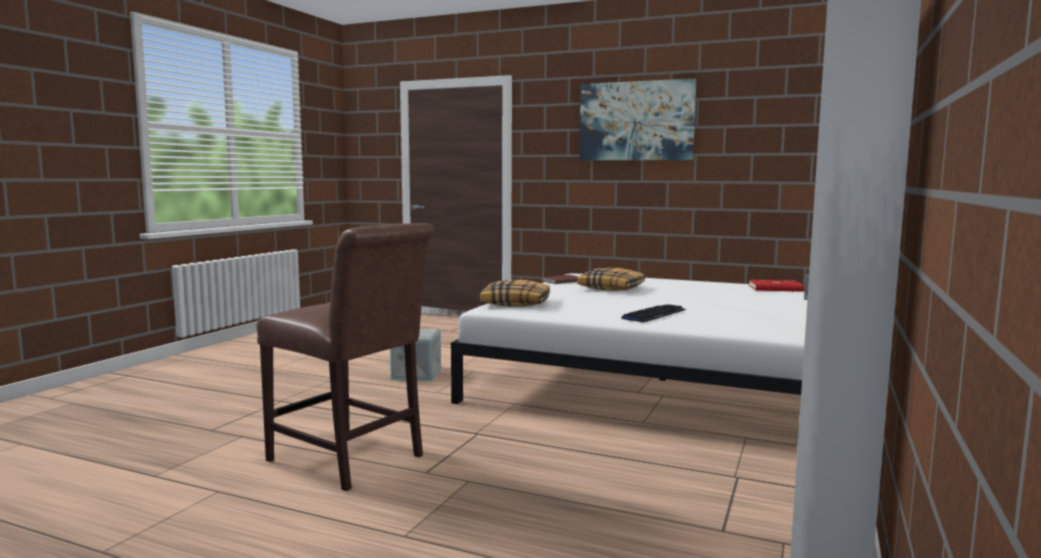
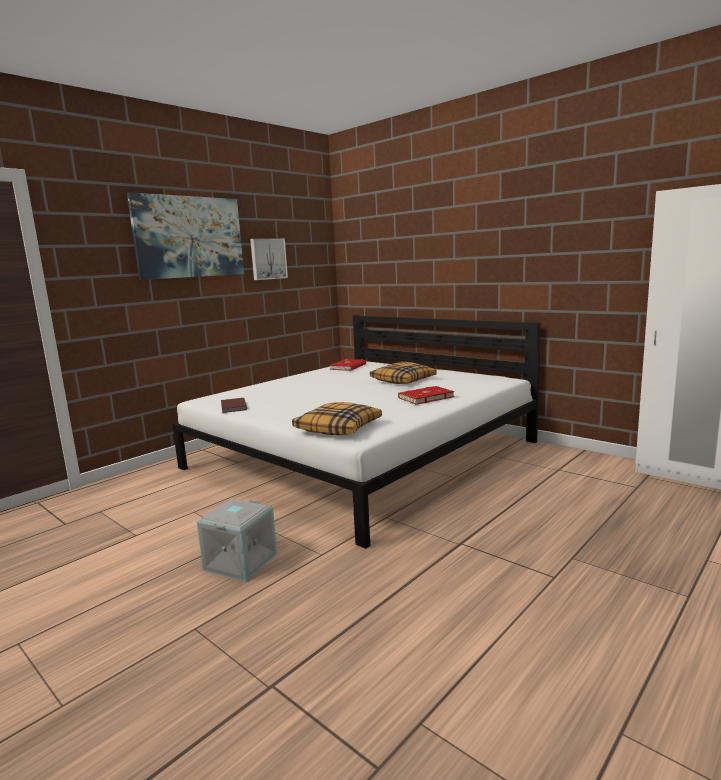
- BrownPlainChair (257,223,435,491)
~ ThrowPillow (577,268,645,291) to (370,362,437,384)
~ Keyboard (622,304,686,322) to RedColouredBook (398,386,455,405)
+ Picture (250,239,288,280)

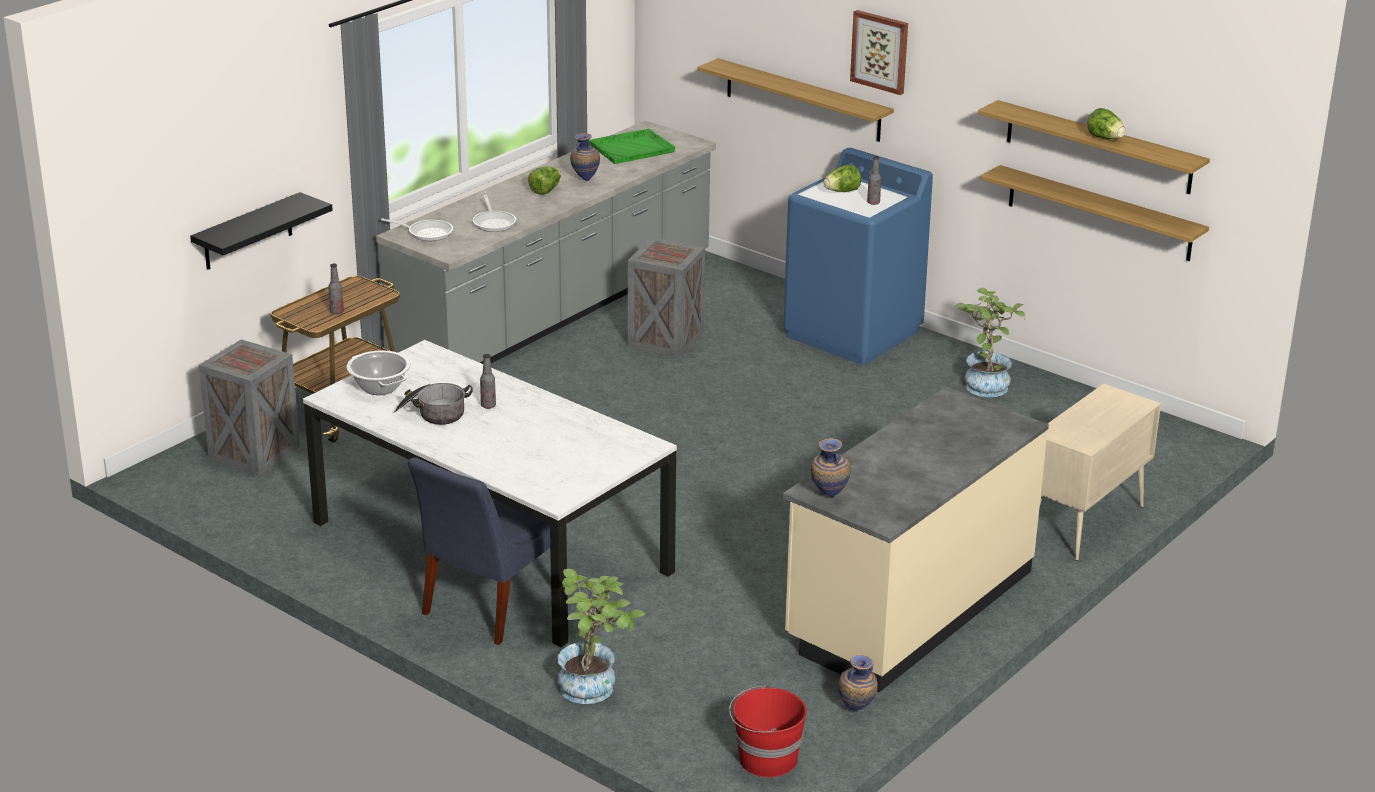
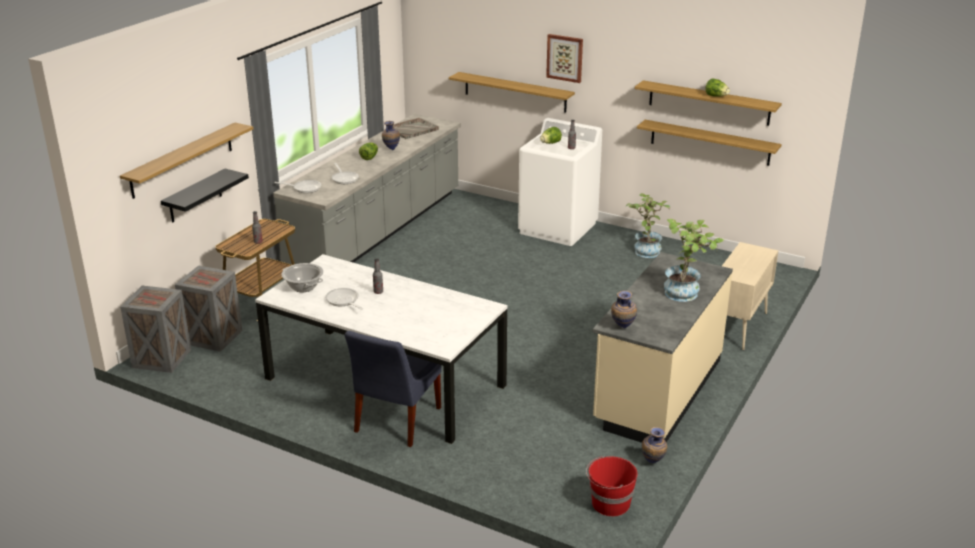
~ CookingPot (394,383,473,425) to FryingPan (325,288,363,310)
~ Houseplant (558,569,646,704) to (664,219,724,302)
~ GreenishServingTray (590,129,675,164) to GreyishServingTray (393,118,439,139)
~ ShippingCrate (628,238,705,358) to (120,286,191,373)
~ BlueColouredWashingMachine (783,148,933,365) to WhiteColouredWashingMachine (518,118,602,246)
+ WallShelf (120,123,253,199)

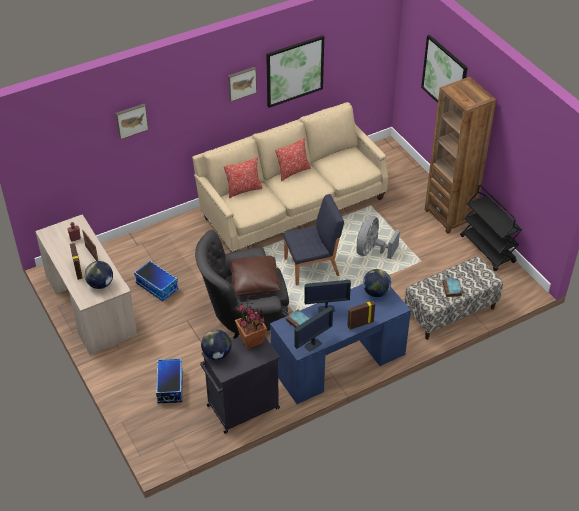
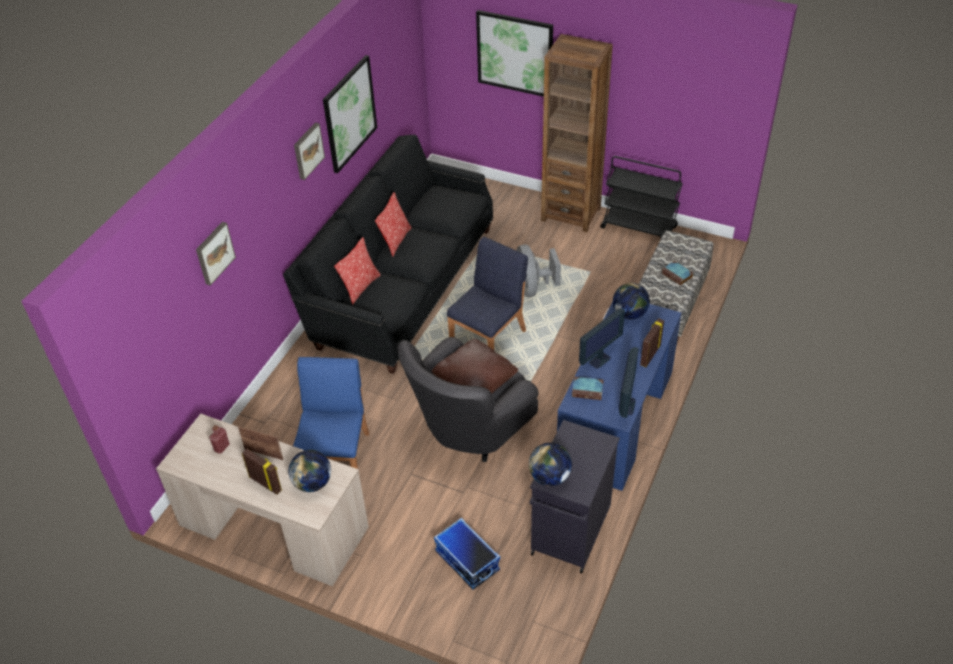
~ StorageBox (134,260,178,301) to BlueColouredPlainChair (293,357,369,469)
~ BeigeColouredCouch (192,102,388,252) to BlackishCouch (283,134,493,374)
- Houseplant (235,297,267,349)

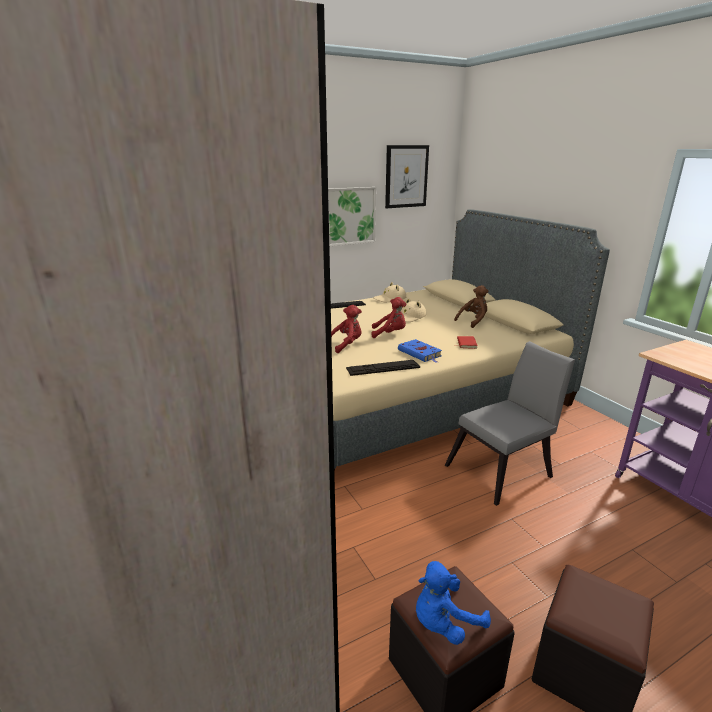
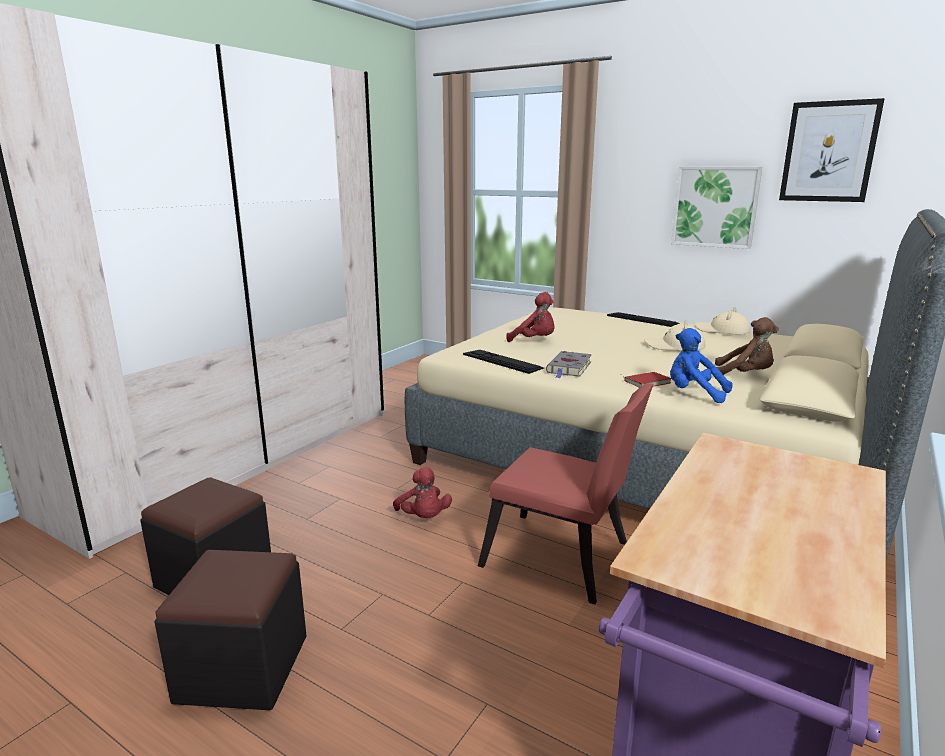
~ RedColouredPlushToy (371,297,407,338) to (393,467,452,518)
~ BlueColouredBook (398,339,442,363) to GreyishBook (546,351,592,378)
~ BlueColouredPlushToy (416,561,491,645) to (670,328,733,403)
~ GreyishPlainChair (445,341,575,506) to RedColouredPlainChair (478,383,653,605)

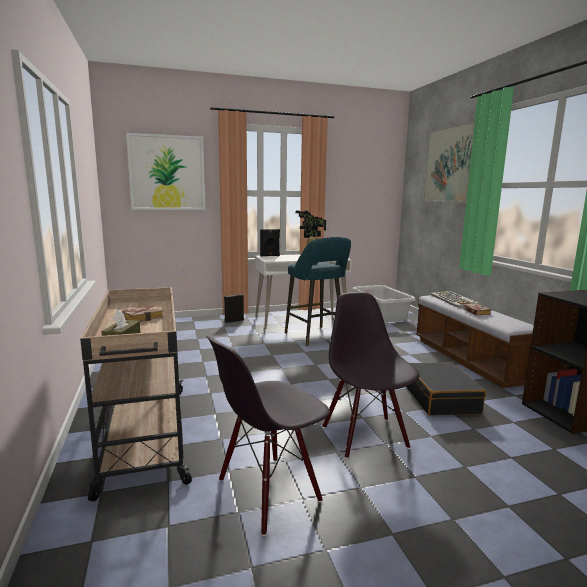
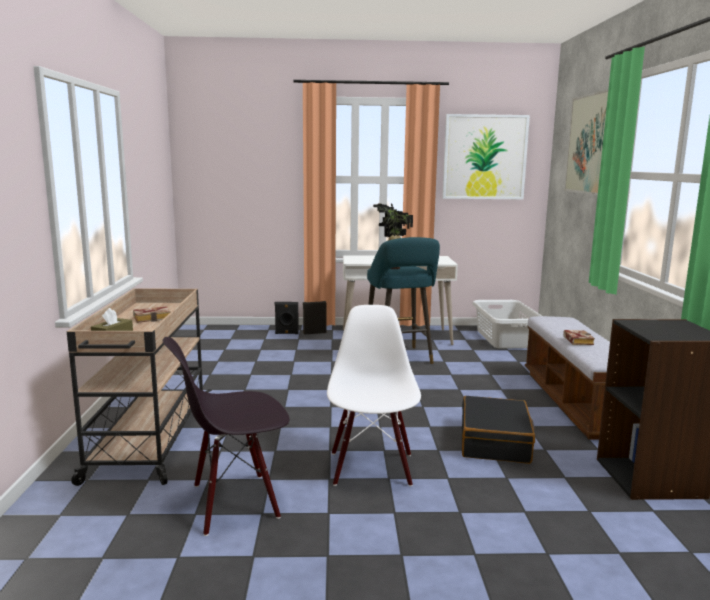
~ Picture (126,133,205,210) to (442,114,530,199)
~ BlackishAudioSpeaker (260,229,280,257) to (275,302,299,334)
~ BlackishPlainChair (323,292,419,459) to WhiteColouredPlainChair (327,305,421,486)
- Keyboard (431,291,480,308)

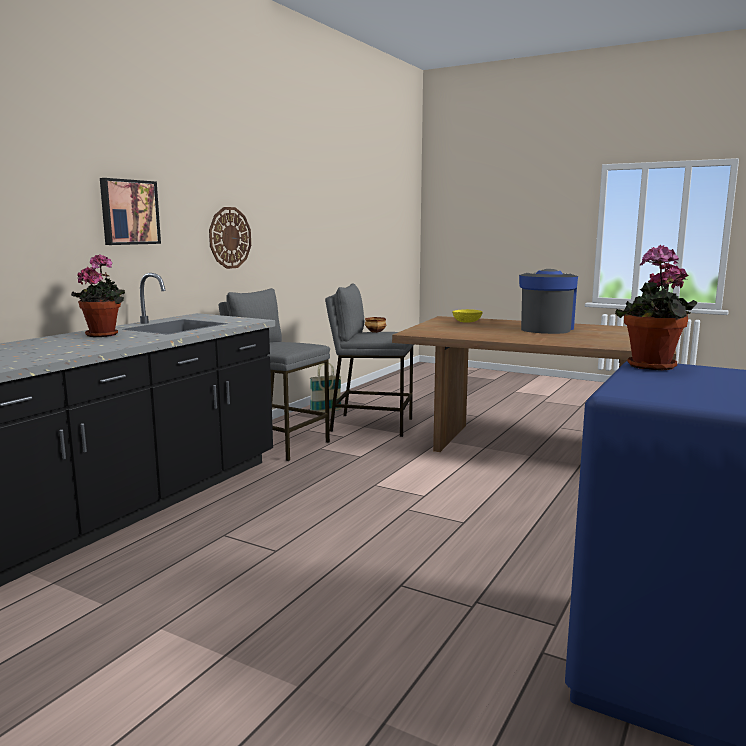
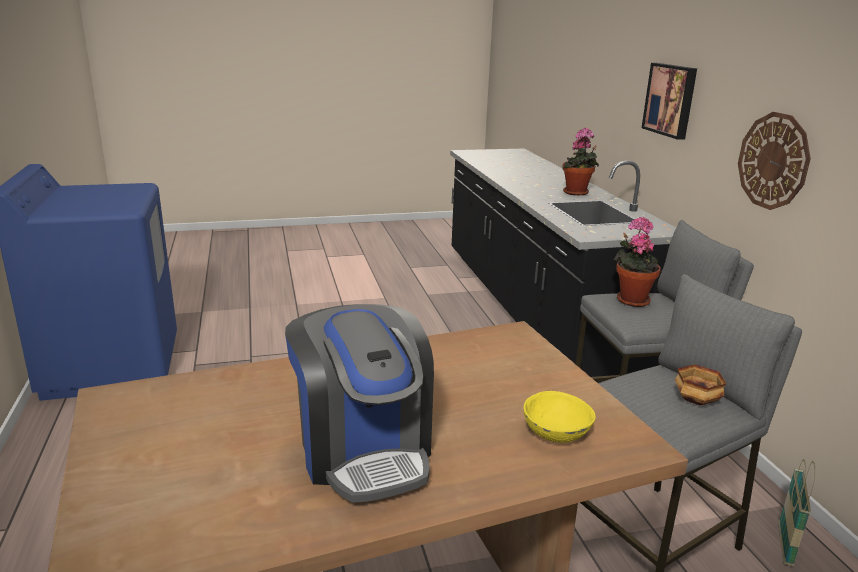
~ Houseplant (615,245,697,371) to (614,217,660,307)

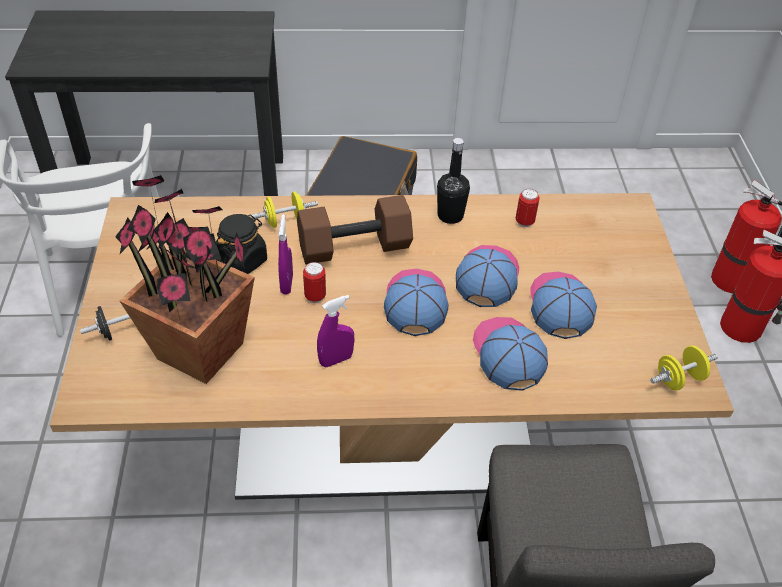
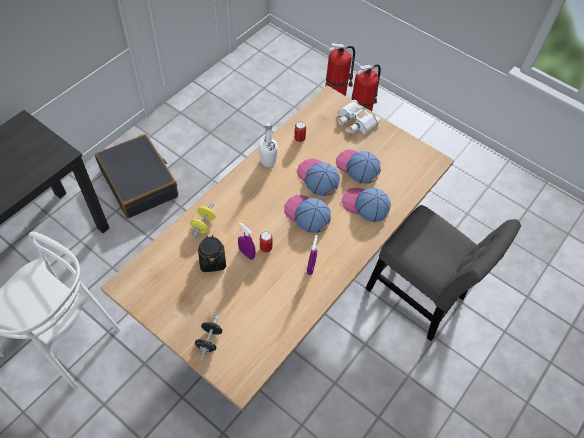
- Houseplant (115,175,255,384)
- BrownFreeWeight (297,195,413,264)
~ BlackishBeverageBottle (437,138,470,224) to WhiteColouredBeverageBottle (259,122,278,167)
- YellowFreeWeight (650,346,718,391)
+ WhiteColouredFieldGlasses (338,100,381,134)

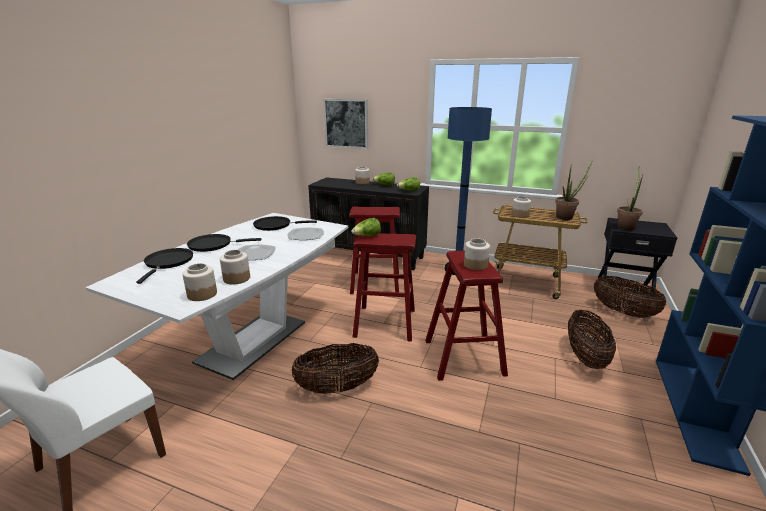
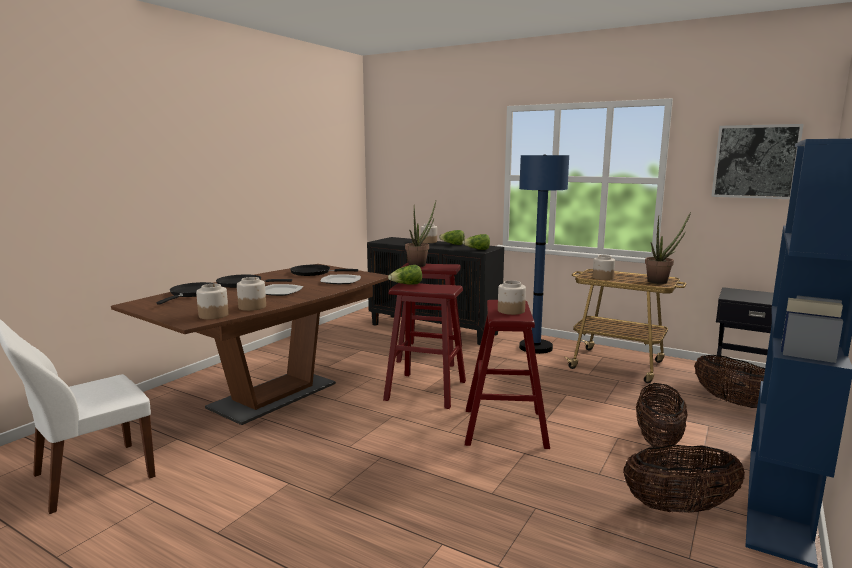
~ WhiteColouredDinnerTable (86,213,348,380) to BrownDinnerTable (111,264,389,425)
~ StorageBasket (291,343,379,394) to (623,445,745,513)
~ Picture (323,99,368,149) to (711,124,804,199)
~ Houseplant (617,167,643,230) to (405,201,436,267)

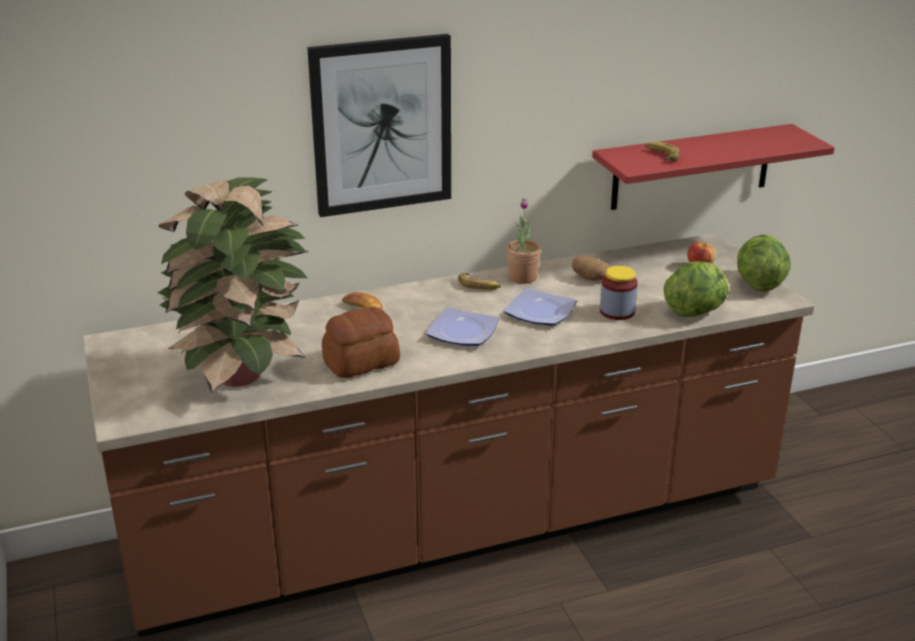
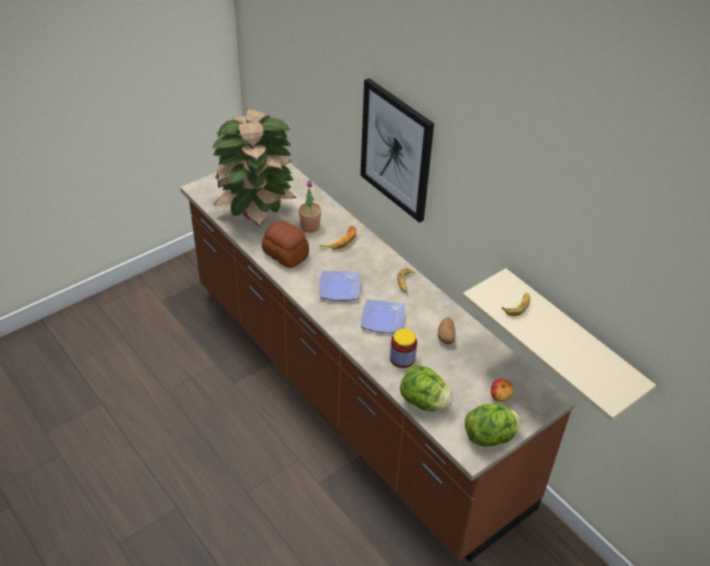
~ Houseplant (507,198,541,284) to (299,180,322,233)
~ RedColouredWallShelf (592,124,835,210) to BeigeColouredWallShelf (462,268,656,421)

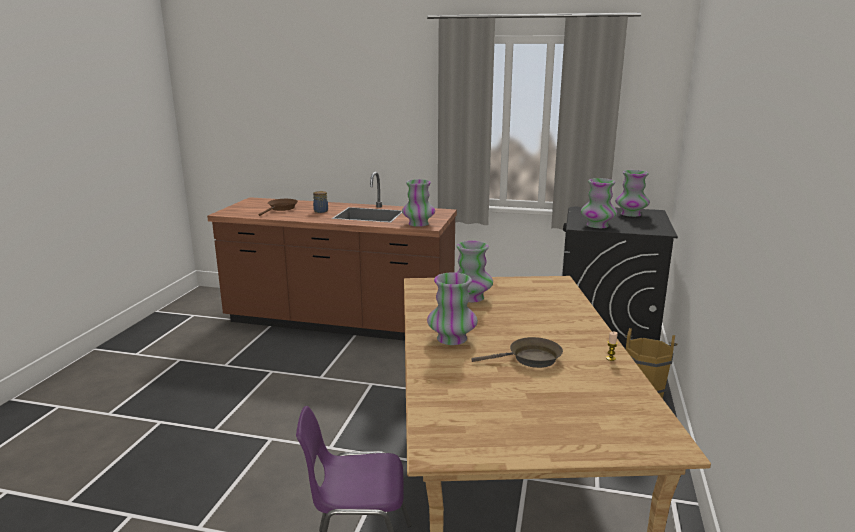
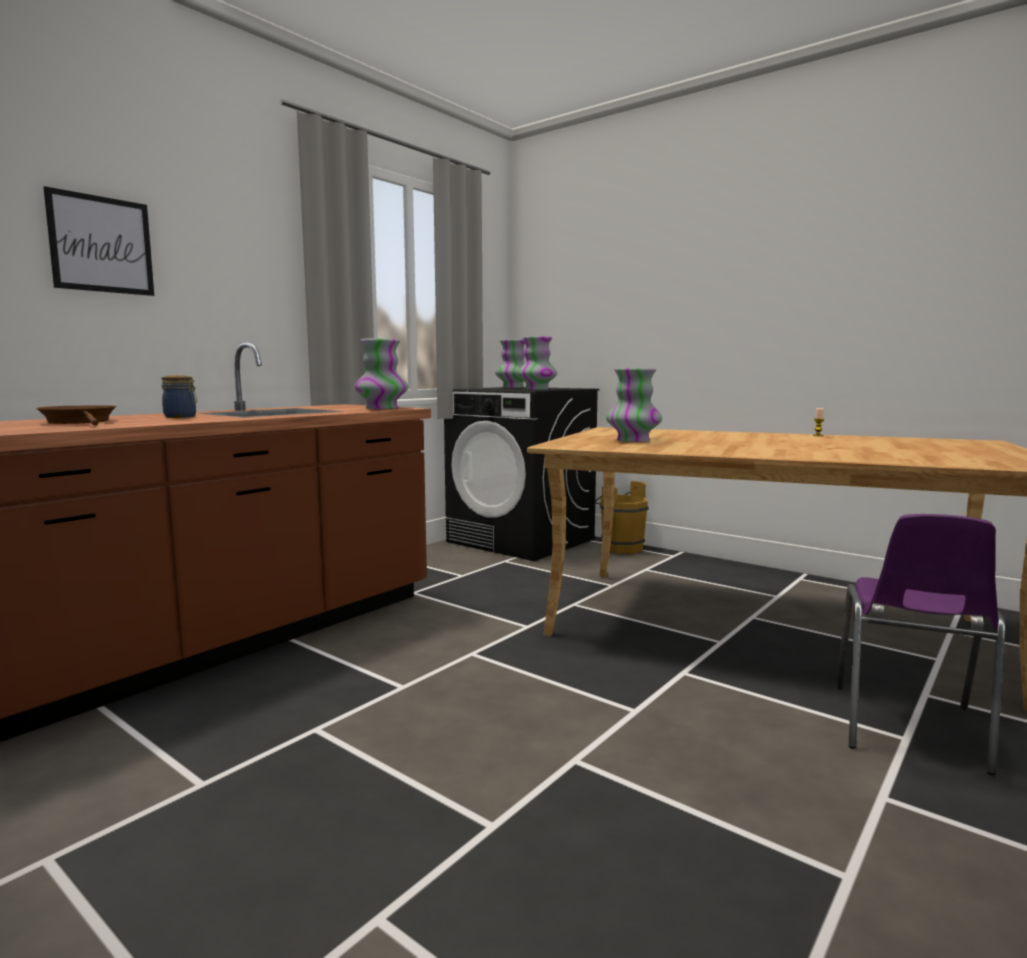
- Vase (427,272,478,345)
- BrownFryingPan (471,337,563,368)
+ Picture (44,186,154,296)

